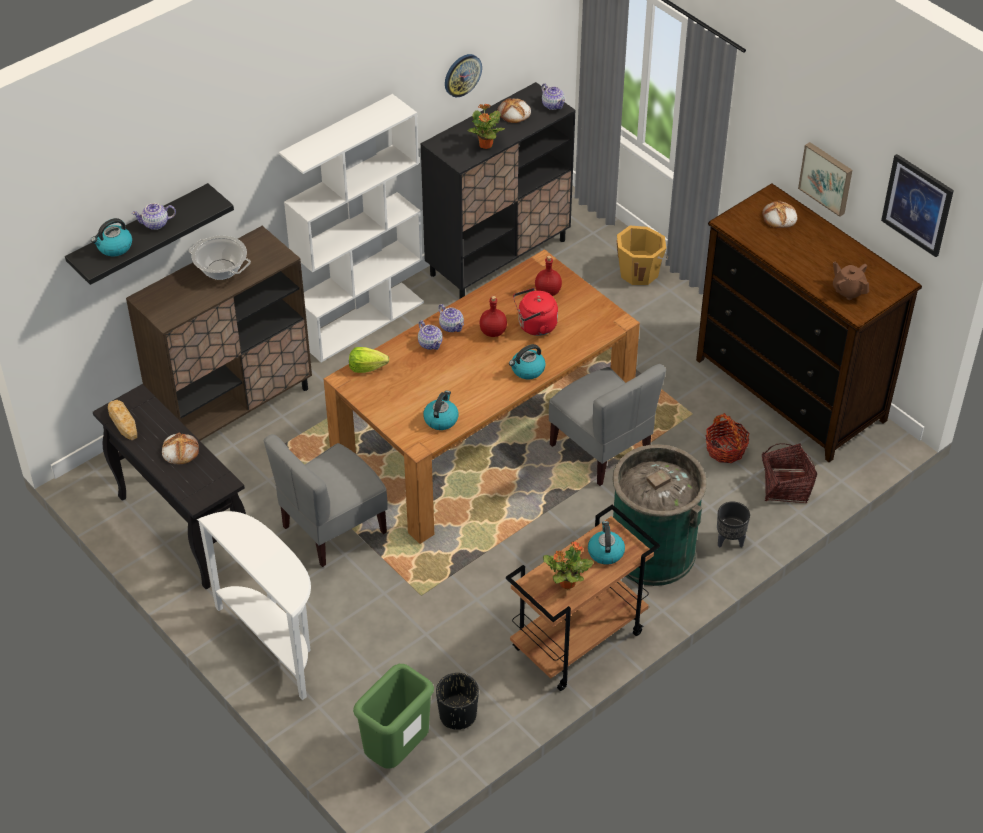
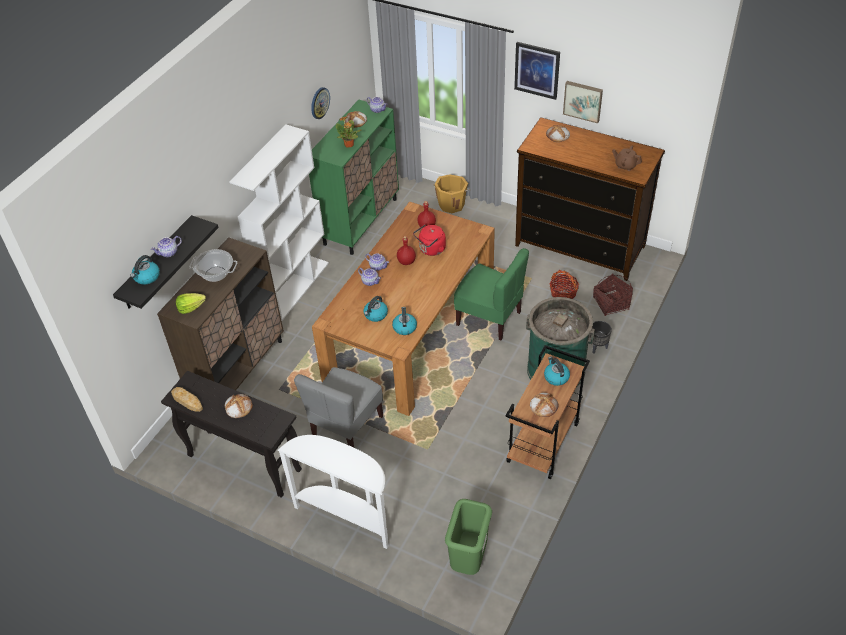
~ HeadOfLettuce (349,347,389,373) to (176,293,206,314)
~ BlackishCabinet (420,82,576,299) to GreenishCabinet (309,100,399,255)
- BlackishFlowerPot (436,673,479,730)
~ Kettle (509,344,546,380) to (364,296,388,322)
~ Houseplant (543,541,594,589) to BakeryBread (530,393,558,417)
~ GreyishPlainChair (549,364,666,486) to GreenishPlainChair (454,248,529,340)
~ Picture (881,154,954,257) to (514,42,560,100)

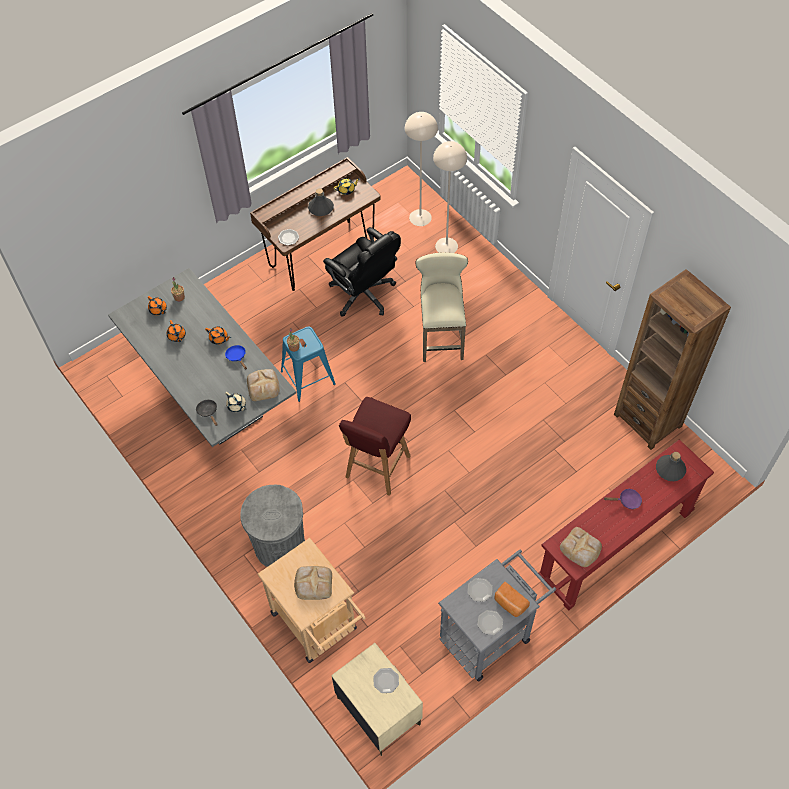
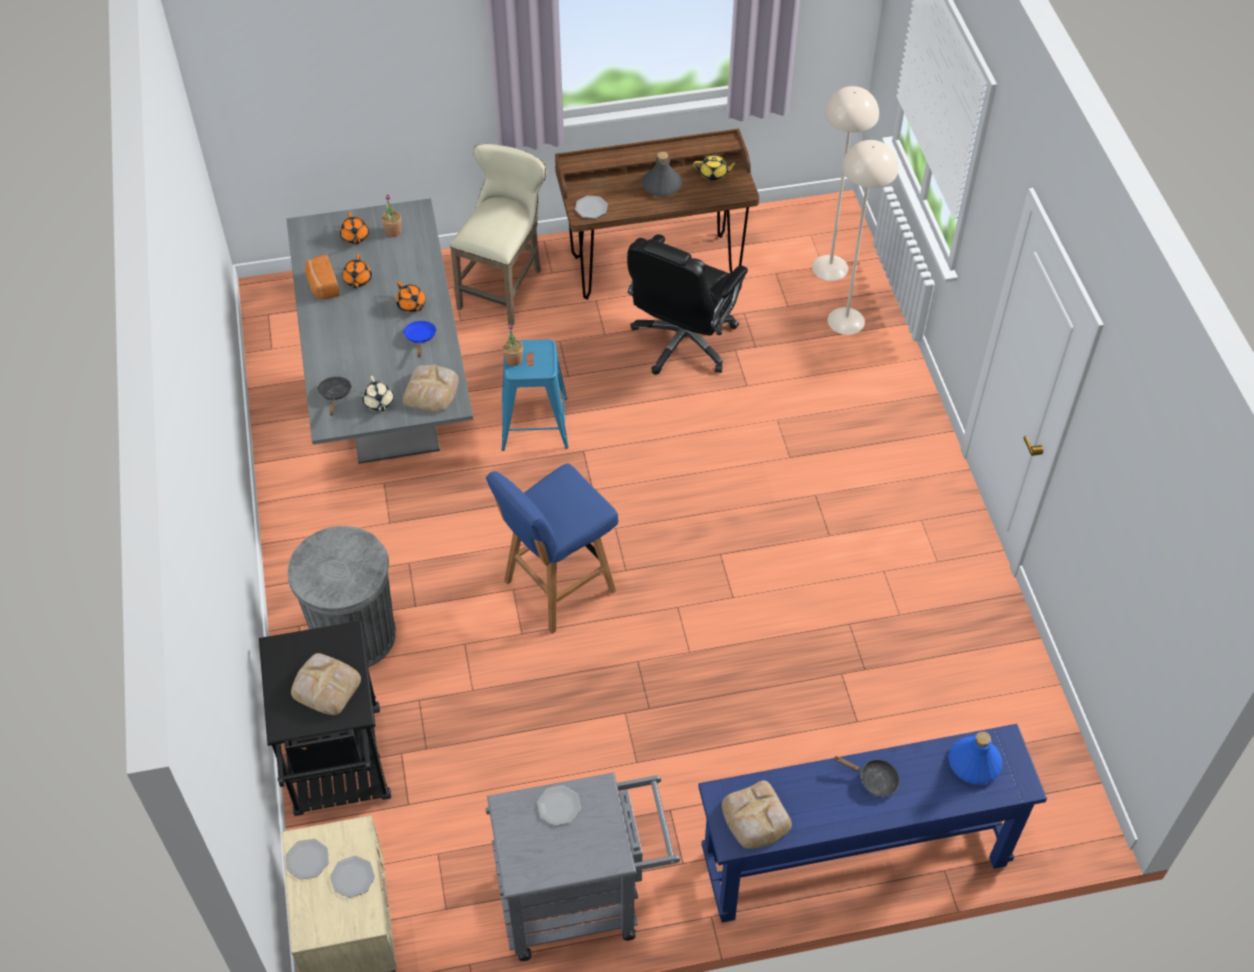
~ BeigeColouredWheeledCart (257,538,366,663) to BlackishWheeledCart (259,621,391,816)
~ BlackishOfficeChair (323,227,401,317) = (627,234,748,375) 45 degrees clockwise
~ RedColouredSittingStool (339,397,411,496) to BlueColouredSittingStool (486,463,618,634)
~ BeigeColouredSittingStool (416,252,468,362) to (450,144,547,326)
~ FlatDish (477,610,503,635) to (286,839,329,880)
~ BakeryBread (494,582,530,617) to (305,255,340,299)
~ RedColouredHallTable (538,439,714,611) to BlueColouredHallTable (698,724,1047,923)
~ PurplishFryingPan (604,489,642,509) to BlackishFryingPan (834,756,900,797)
- BrownBookshelf (614,269,731,450)
~ GreyishBeverageBottle (656,452,686,481) to BlueColouredBeverageBottle (949,732,1003,785)

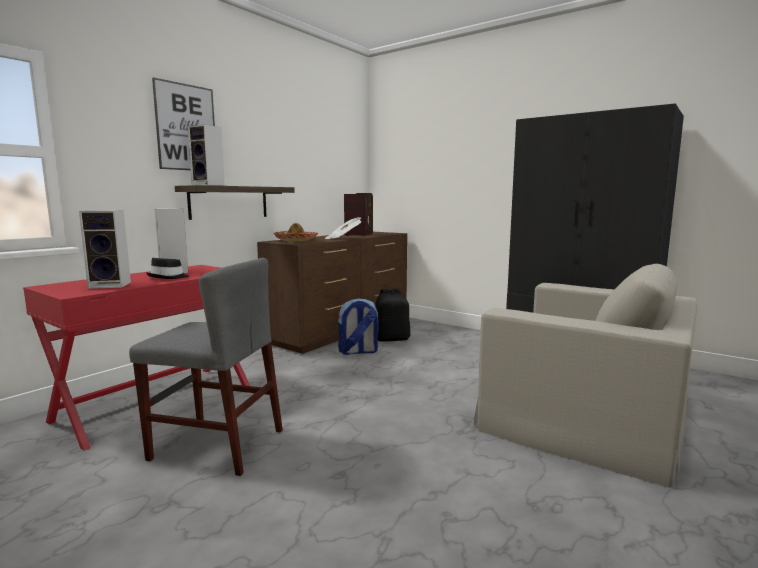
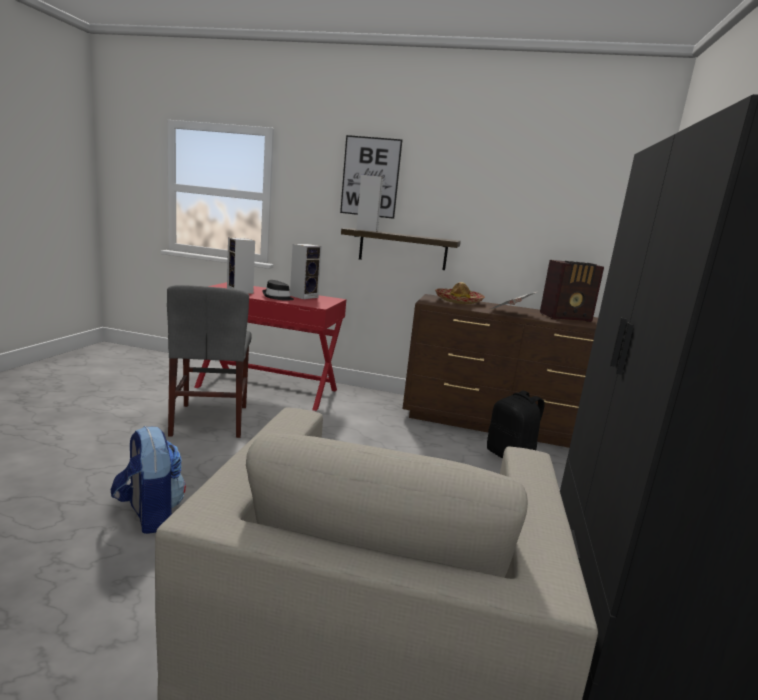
~ Rucksack (338,299,379,355) to (110,426,186,534)

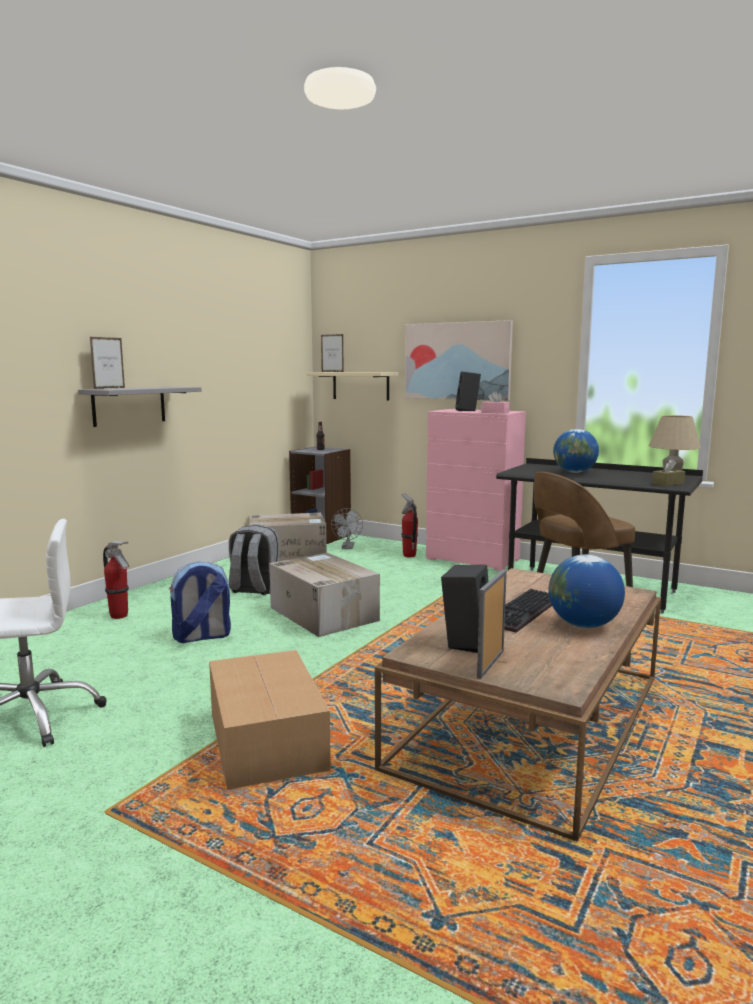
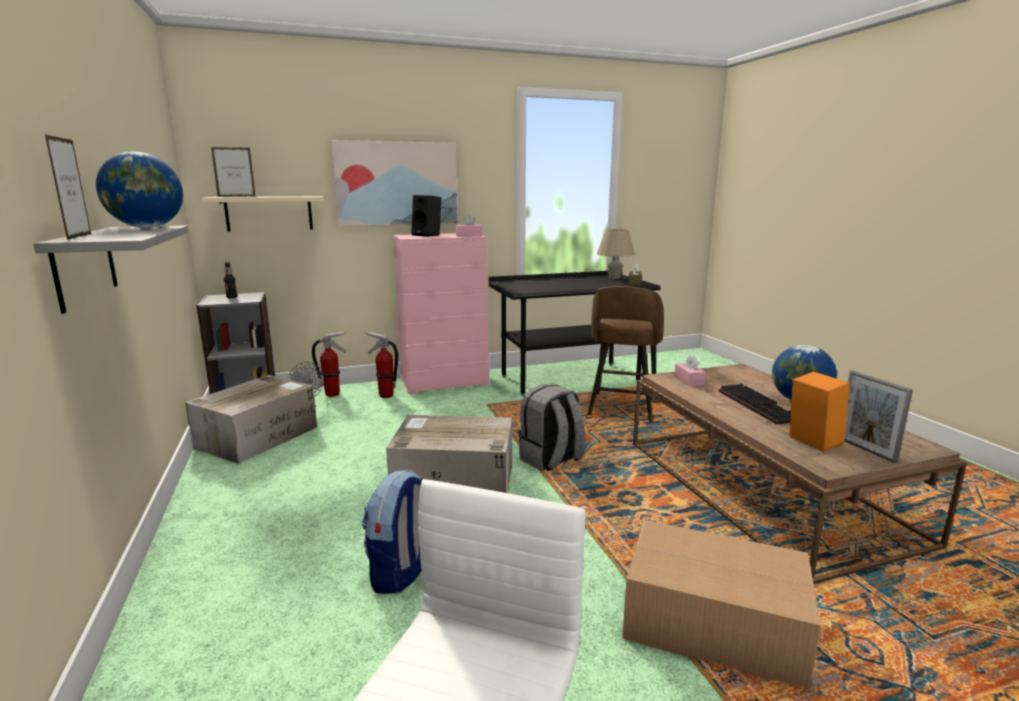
~ FireExtinguisher (103,541,129,619) to (312,331,346,397)
~ GreyishRucksack (229,524,280,595) to (518,384,585,471)
~ BlackishAudioSpeaker (441,565,489,653) to OrangeyAudioSpeaker (789,371,850,451)
~ WorldGlobe (553,429,599,473) to (96,152,183,228)
+ PinkBoxOfTissues (674,355,706,386)

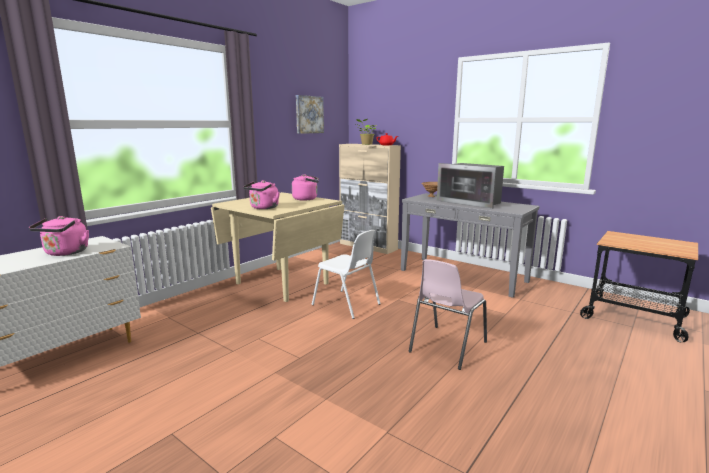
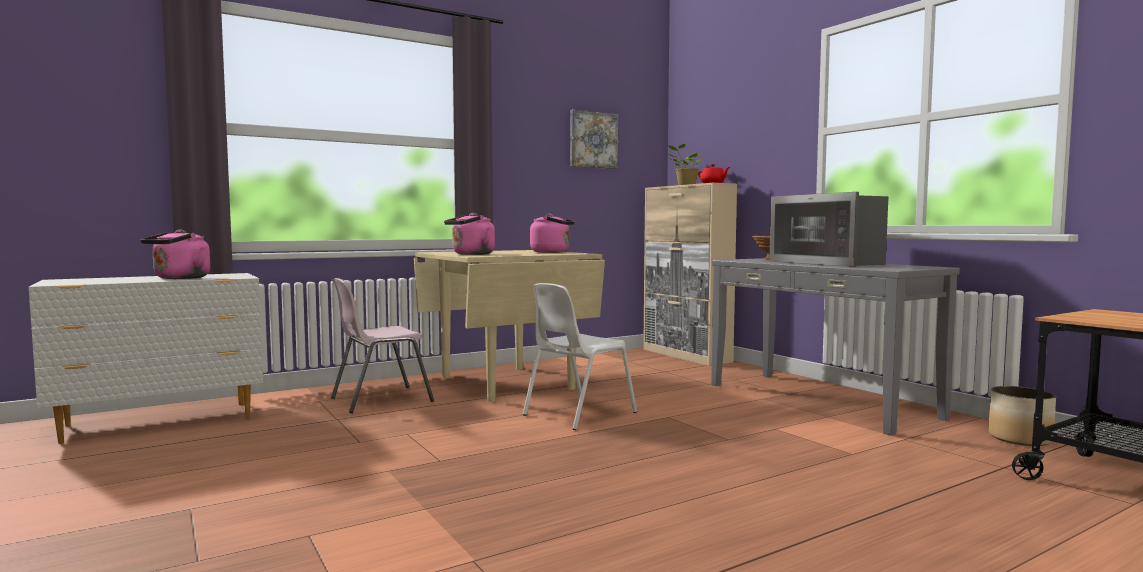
~ WhiteColouredPlainChair (312,230,381,319) = (523,283,637,430) 75 degrees clockwise
~ PinkPlainChair (409,259,487,370) to (331,278,434,413)
+ FlowerPot (988,386,1056,446)

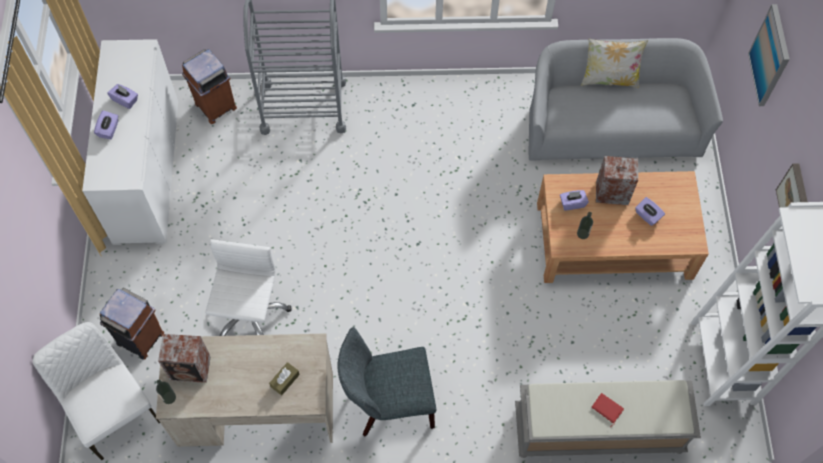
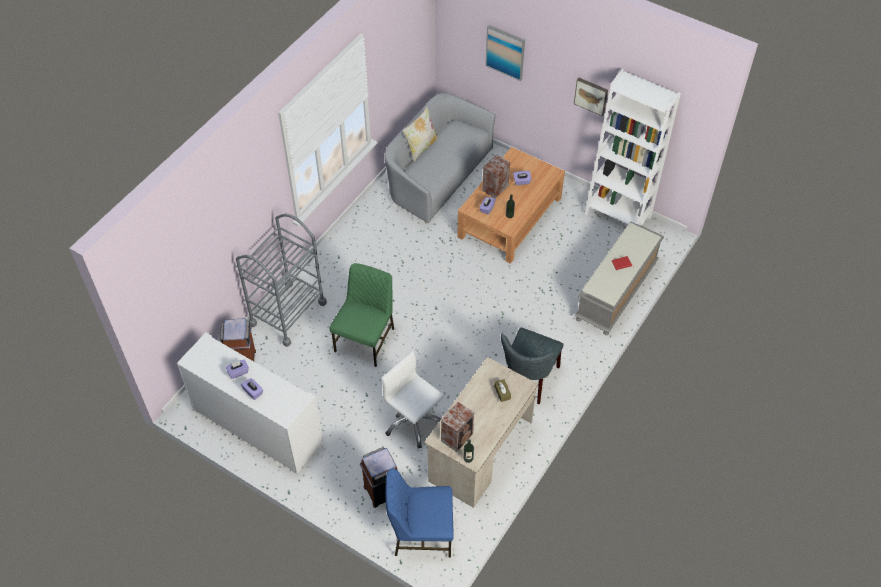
~ WhiteColouredPlainChair (33,322,160,460) to BlueColouredPlainChair (385,468,454,557)
+ GreenishPlainChair (330,263,394,367)

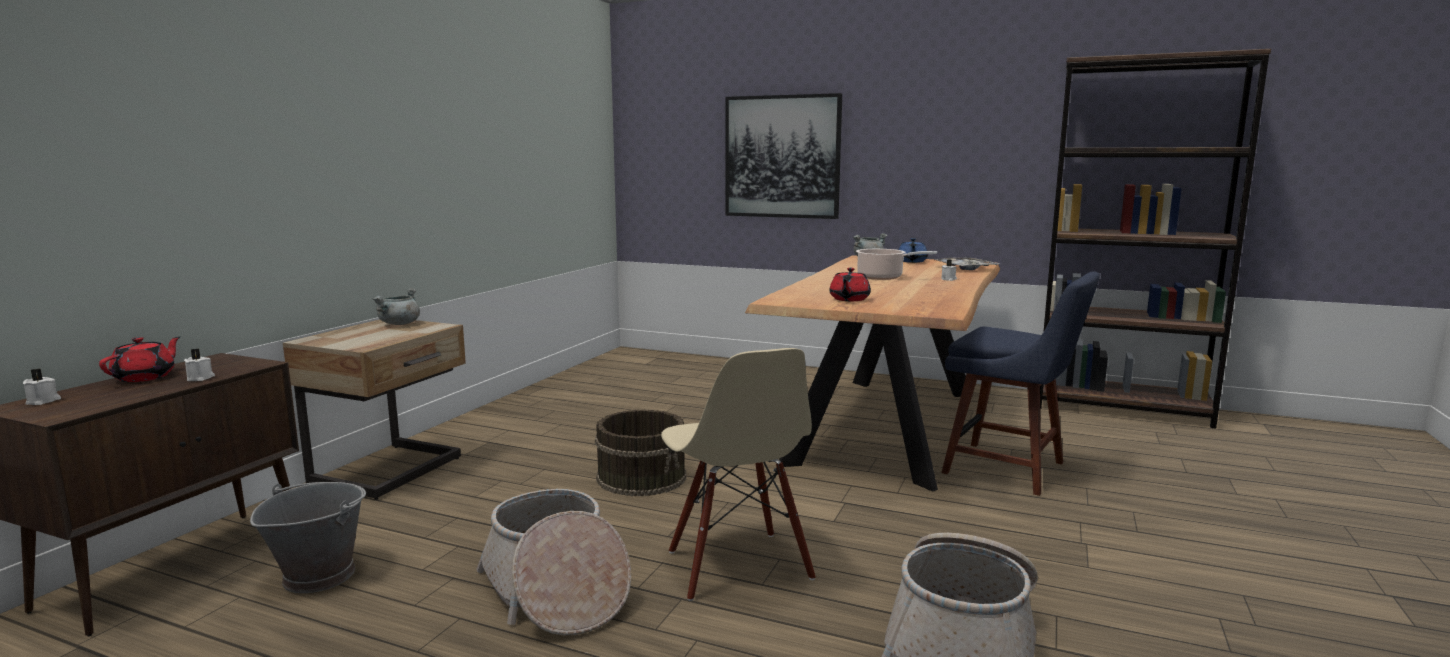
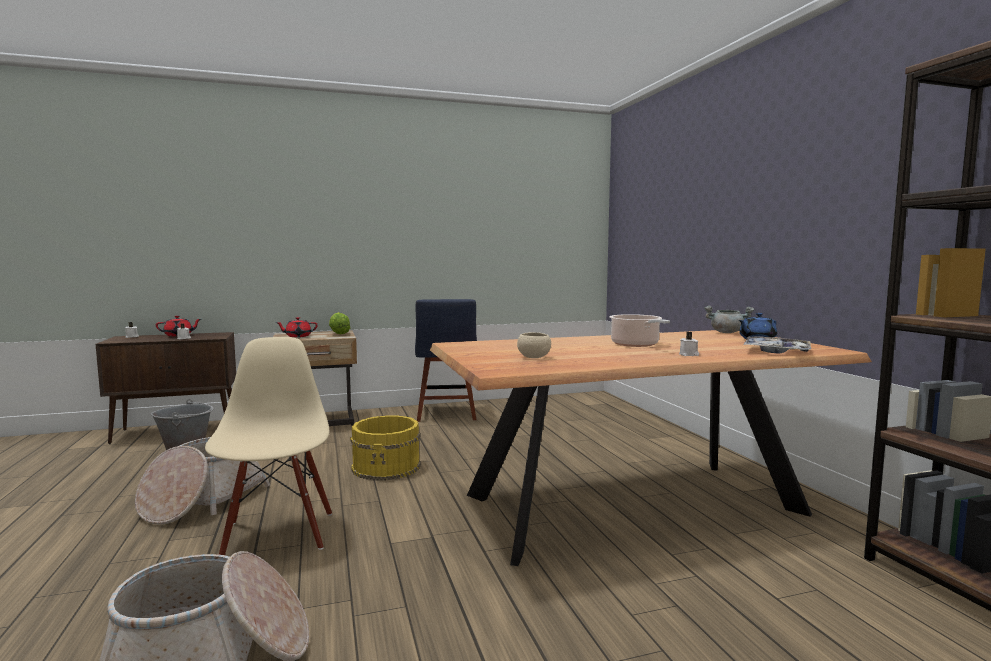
~ GreyishCookingPot (373,288,420,325) to HeadOfLettuce (329,312,350,335)
~ BrownBucket (595,409,686,496) to YellowBucket (350,416,421,481)
~ BeigeColouredPlainChair (661,348,816,601) = (205,337,332,555) 135 degrees clockwise
- Picture (725,93,842,219)
~ RedColouredTeapot (830,268,871,301) to (276,317,318,337)
~ BlueColouredPlainChair (941,271,1100,496) to (415,299,477,422)
+ BeigeColouredDeepDish (517,332,551,358)

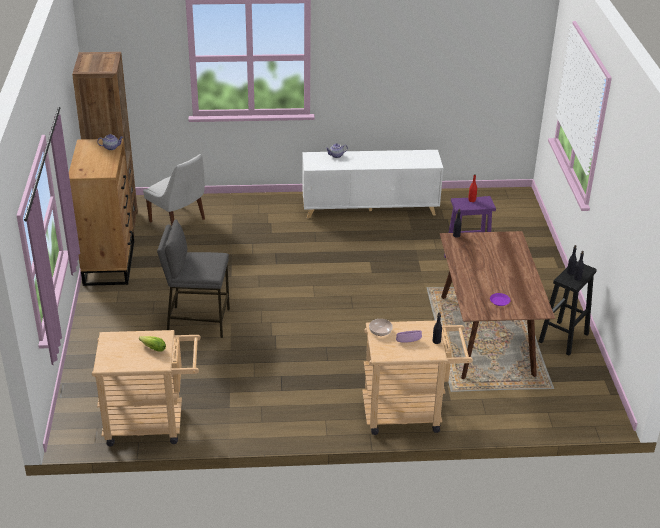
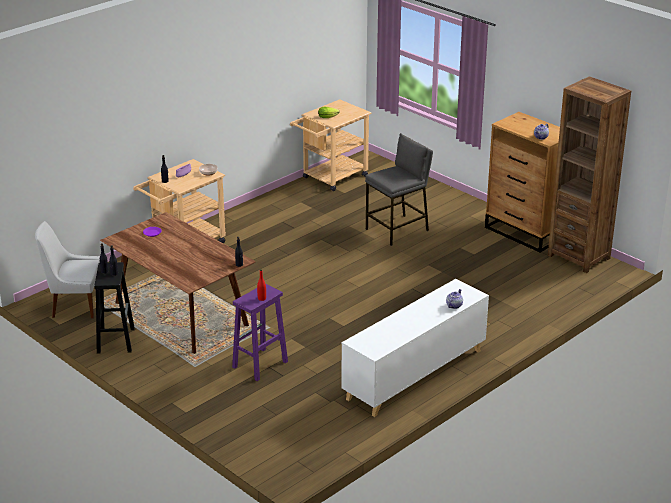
~ WhiteColouredPlainChair (143,154,205,226) to (35,221,100,318)

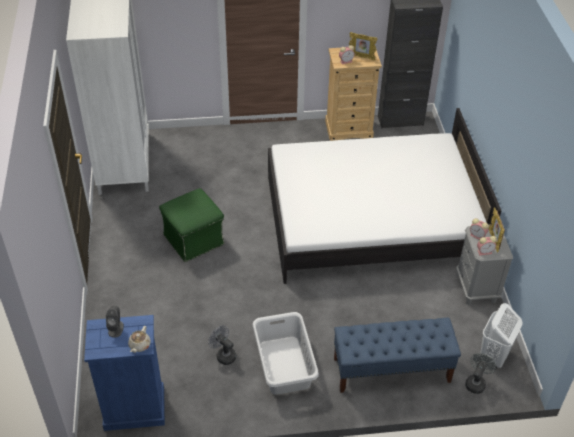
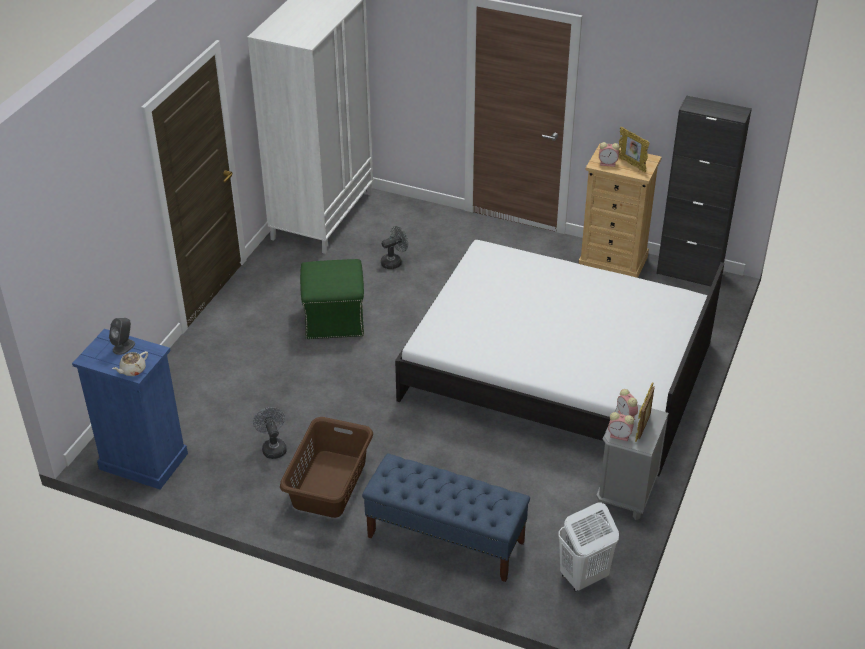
~ GreyishLaundryBasket (253,312,319,395) to BrownLaundryBasket (280,417,373,518)
~ GreyishCoolingFan (465,353,496,394) to (381,226,408,269)

